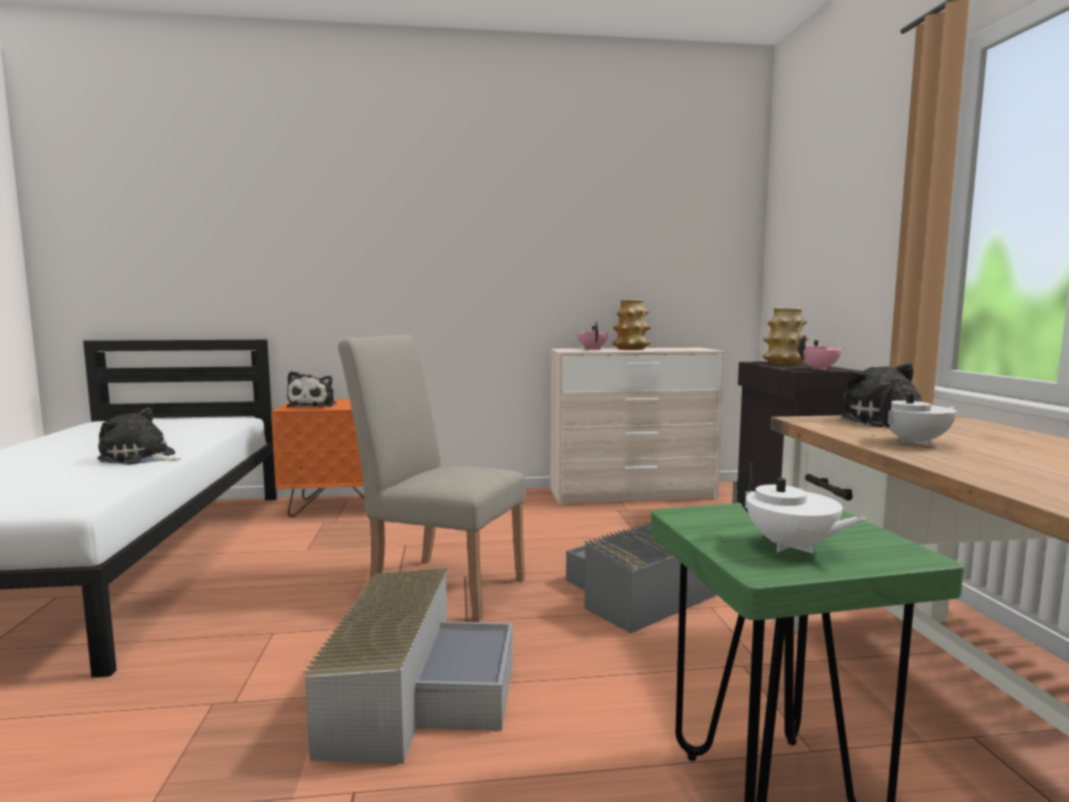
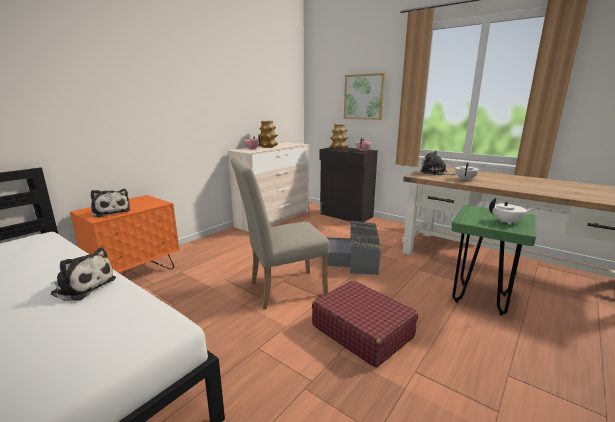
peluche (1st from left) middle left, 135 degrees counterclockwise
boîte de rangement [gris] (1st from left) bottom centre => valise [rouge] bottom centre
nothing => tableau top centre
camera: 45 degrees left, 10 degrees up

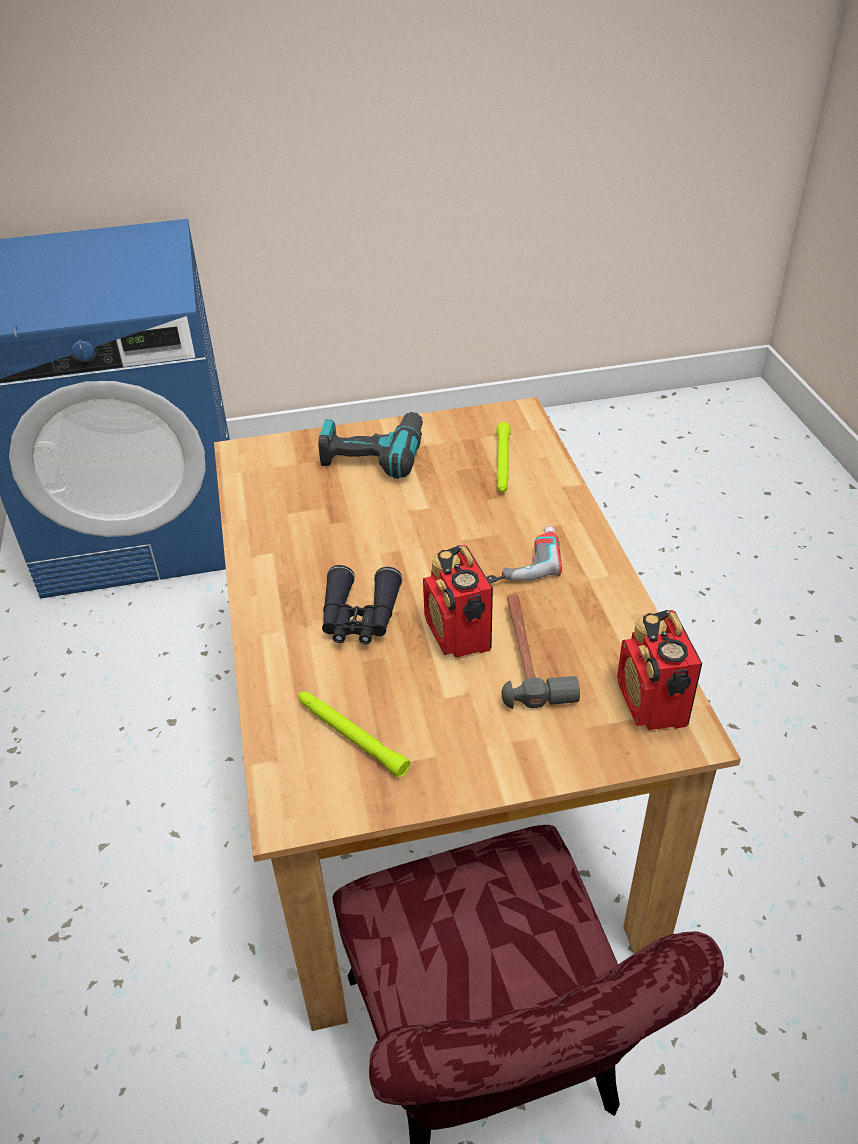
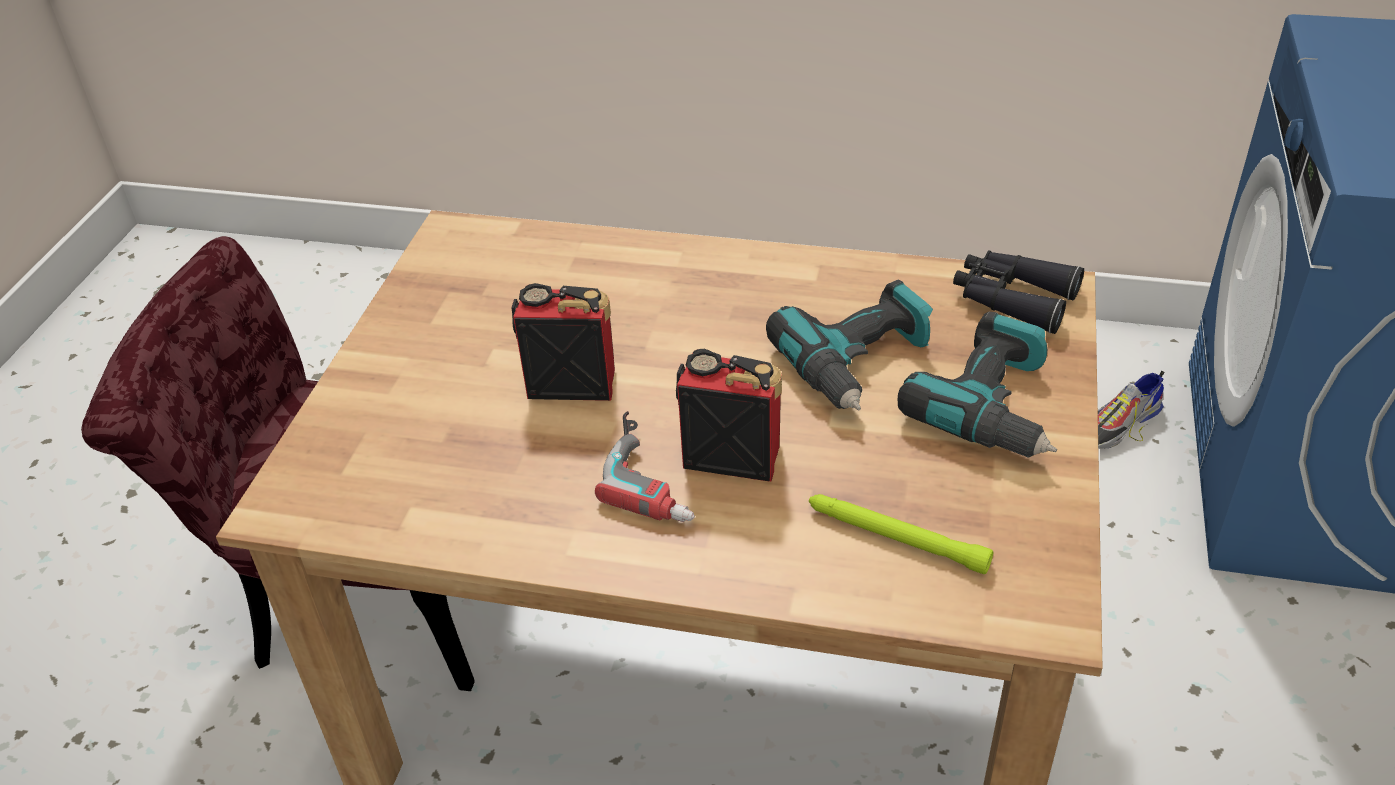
lampe de poche [vert] (1st from left) centre => nothing
jumelles [noir] centre => jumelles [noir] middle right, moved
marteau centre => nothing
radio (2nd from left) middle right => radio (2nd from left) centre, moved
nothing => perceuse (2nd from left) centre
nothing => chaussure middle right
camera: 115 degrees right, 0 degrees up

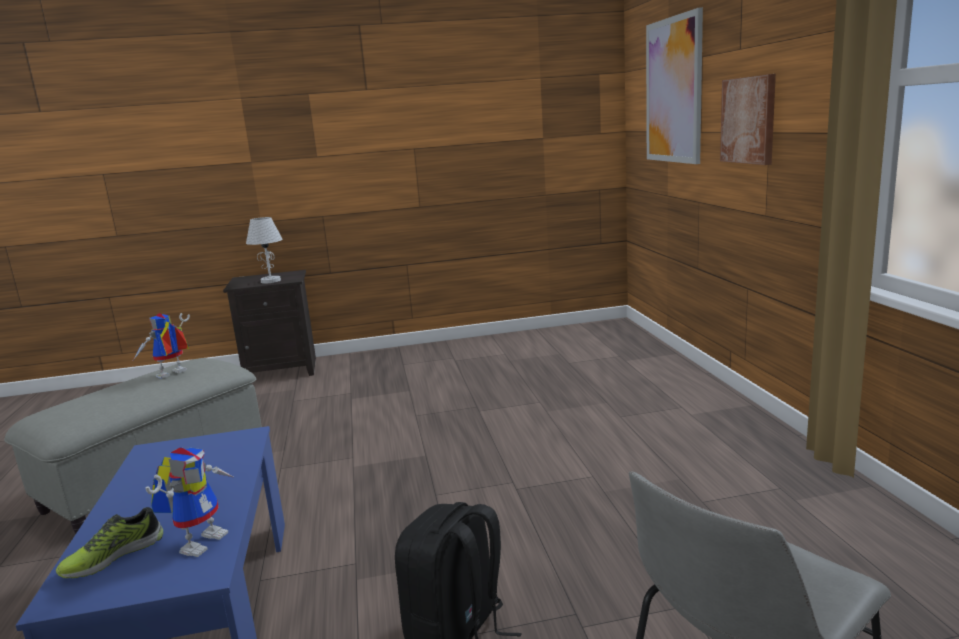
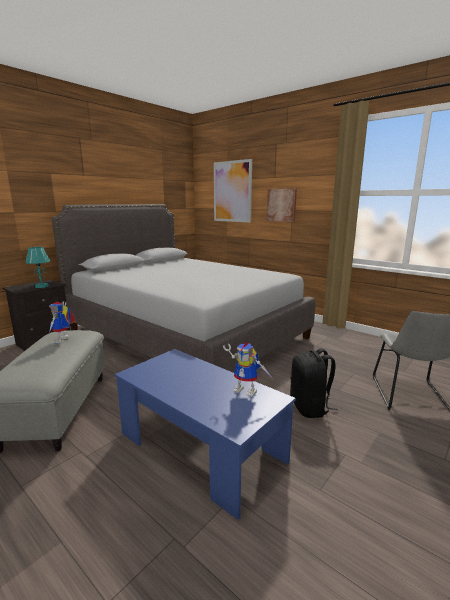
chaussure bottom left => nothing
robot jouet (2nd from left) bottom left => robot jouet (2nd from left) centre, 135 degrees clockwise
lampe de table [blanc] middle left => lampe de table [turquoise] middle left
nothing => lit [gris] centre
camera: 40 degrees left, 0 degrees up

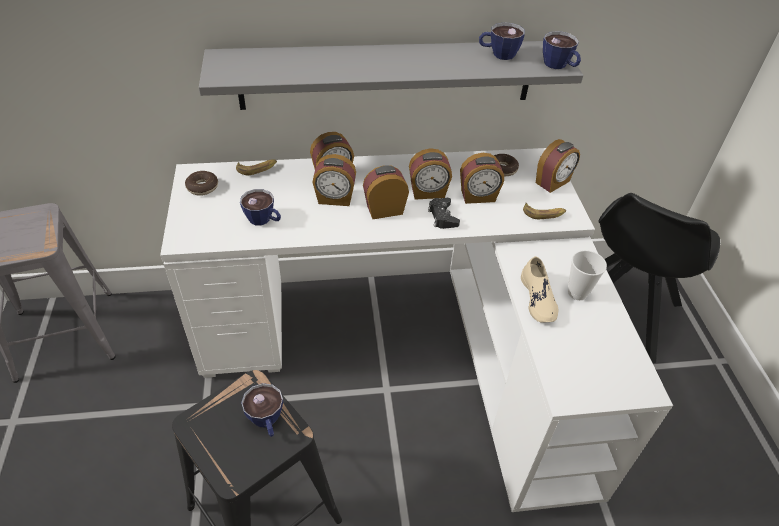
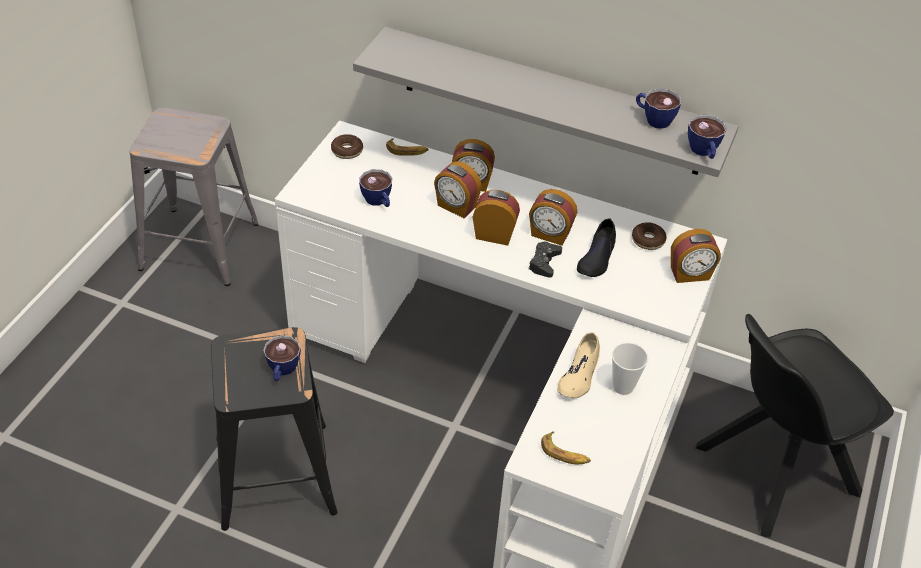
réveil (5th from left) centre => chaussure [noir] centre
banane (2nd from left) middle right => banane (2nd from left) bottom centre, moved
camera: 30 degrees right, 0 degrees up

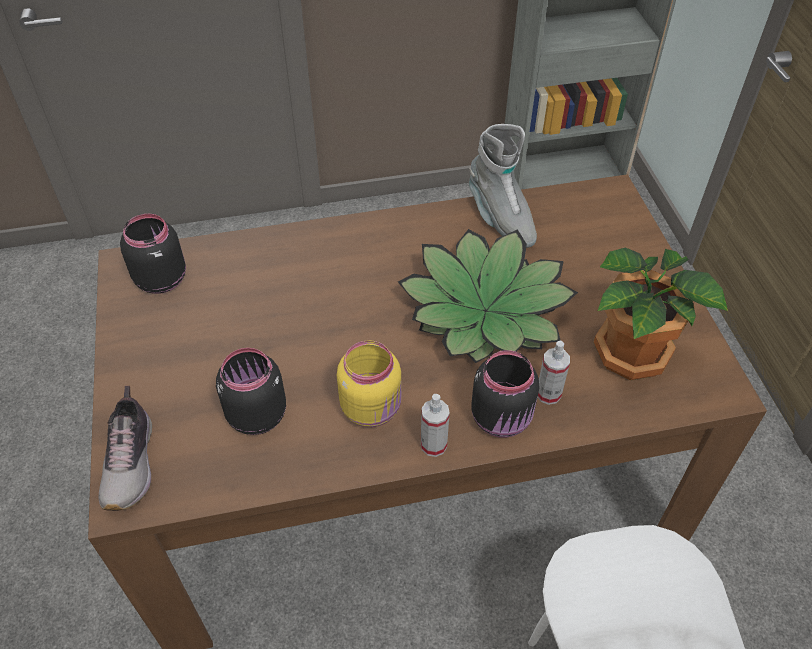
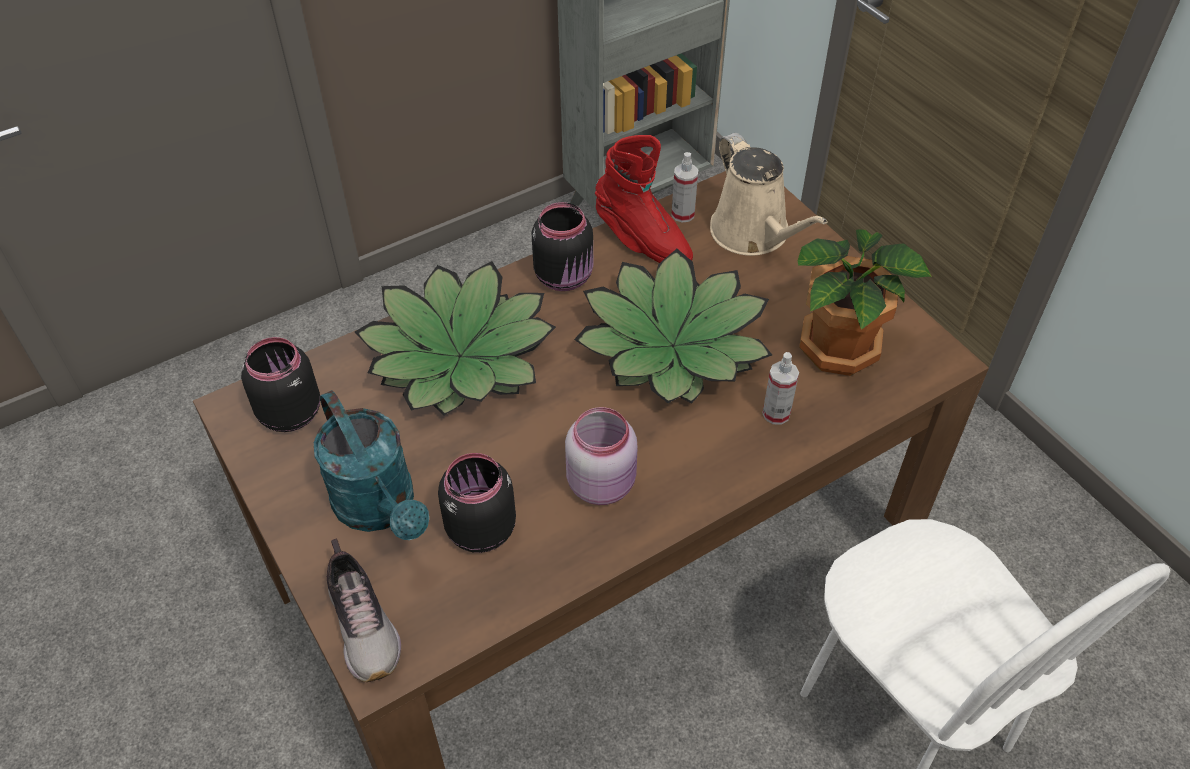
bocal [jaune] centre => bocal [rose] centre
vaporisateur (1st from left) centre => vaporisateur (1st from left) top centre, moved
botte [gris] top centre => botte [rouge] top centre
bocal [noir] (3rd from left) centre => bocal [noir] (3rd from left) top centre, moved
nothing => arrosoir [turquoise] middle left
nothing => plante en pot (1st from left) centre
nothing => arrosoir [beige] top centre
camera: 20 degrees left, 0 degrees up

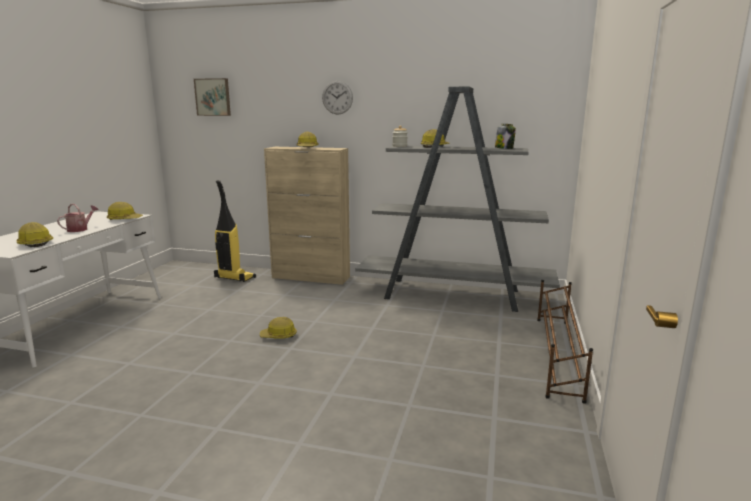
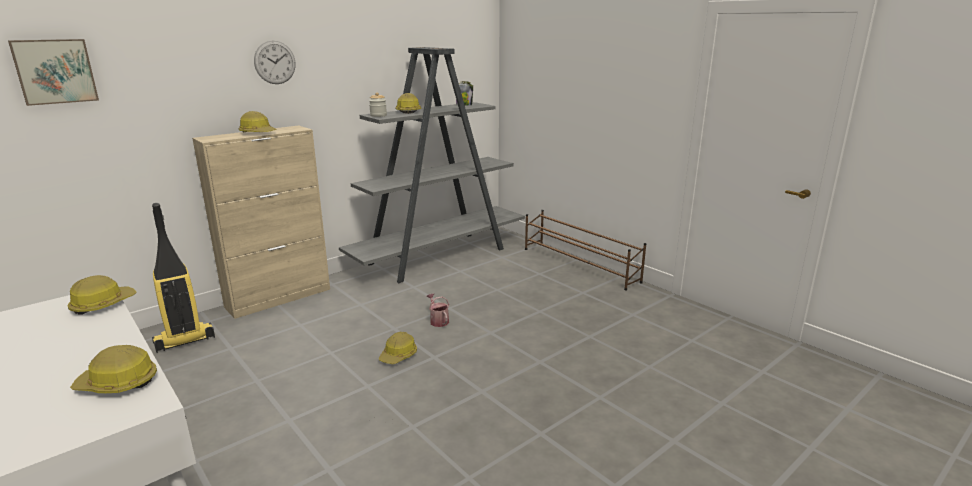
arrosoir middle left => arrosoir centre, moved
camera: 55 degrees left, 5 degrees up

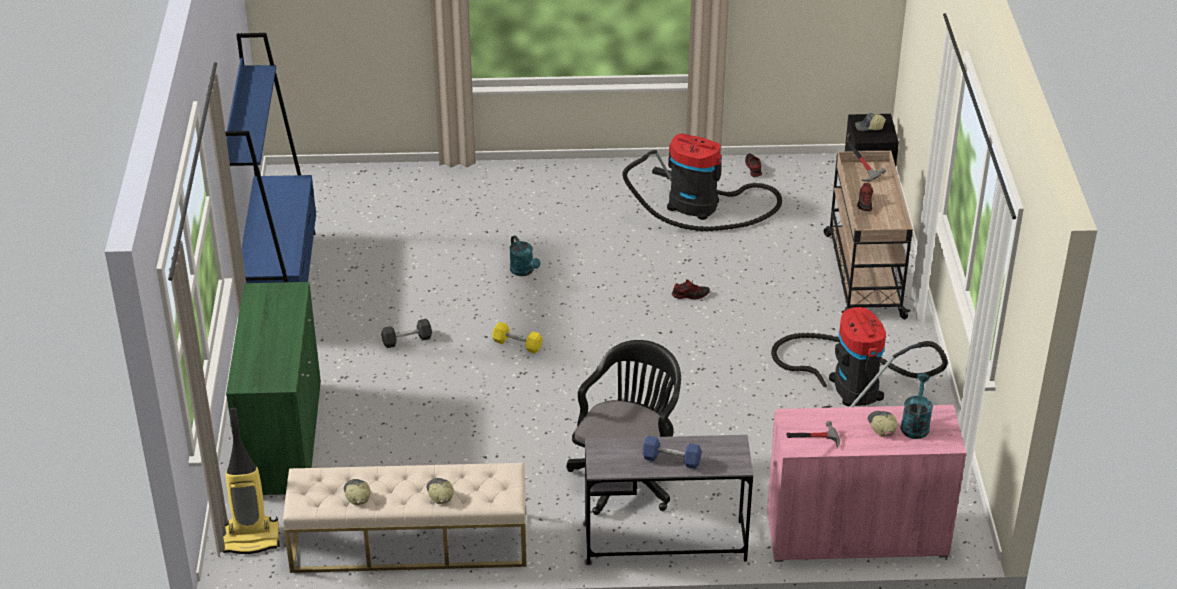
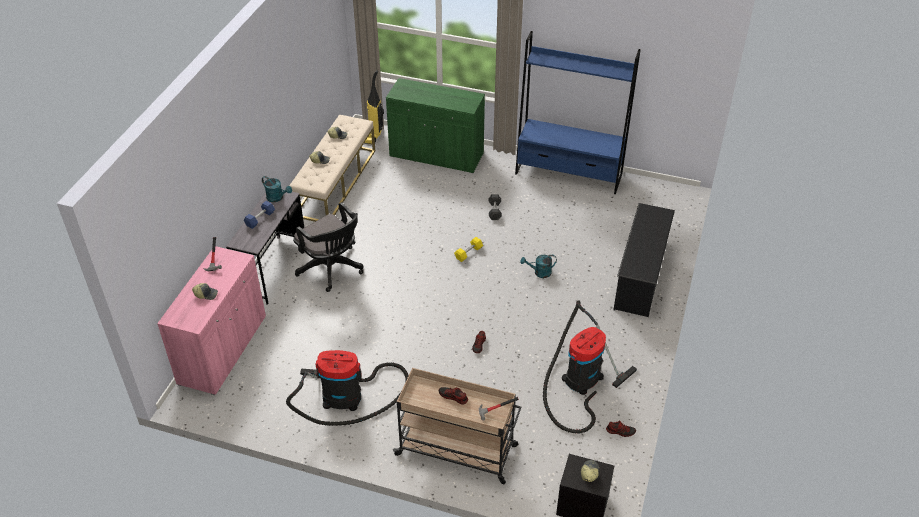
arrosoir [turquoise] (2nd from left in the first image) bottom right => arrosoir [turquoise] (1st from left) middle left, moved
nothing => étagère à chaussures [noir] middle right
camera: 110 degrees right, 5 degrees up

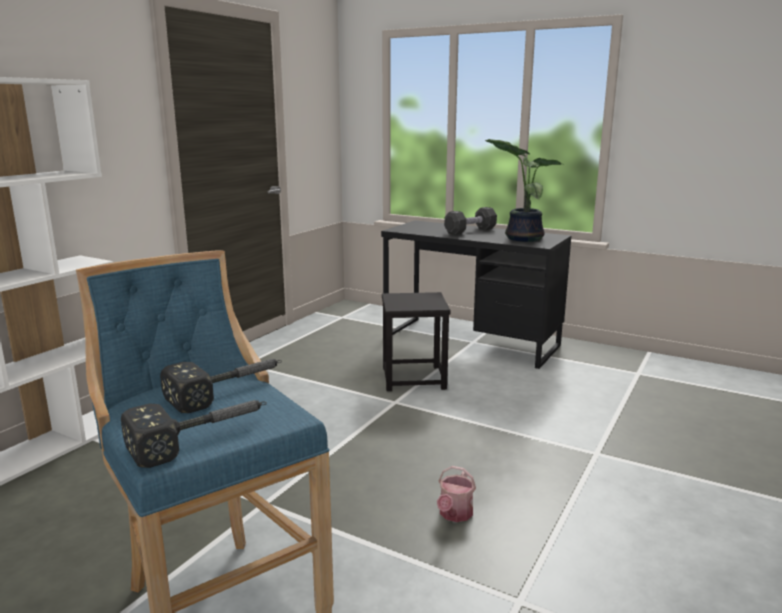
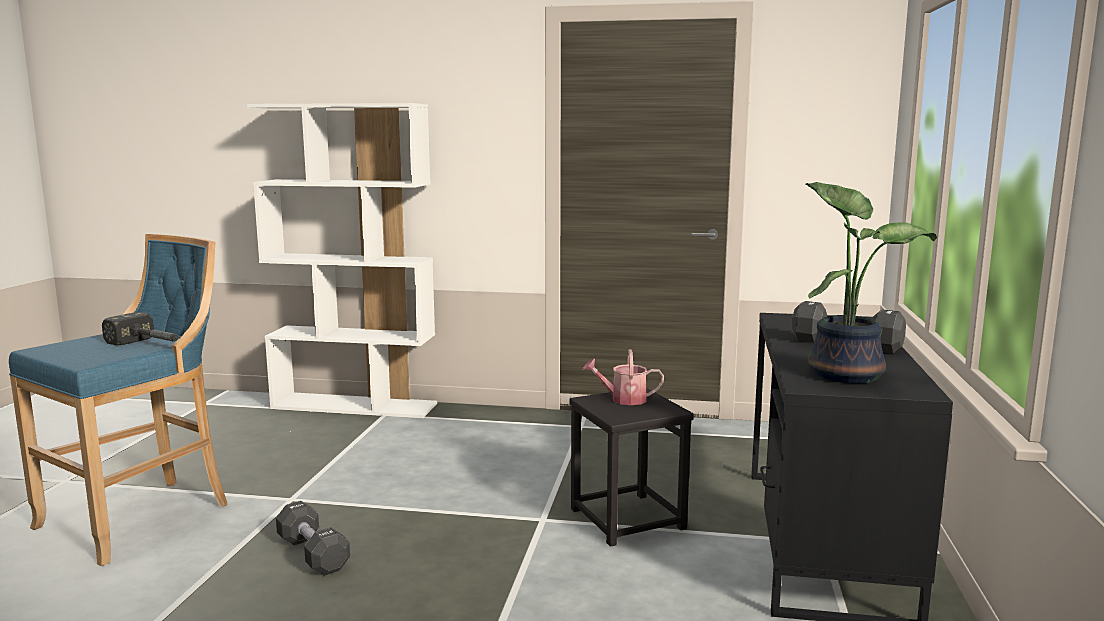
marteau (1st from left) bottom left => nothing
arrosoir bottom centre => arrosoir centre, moved
nothing => haltère [noir] (1st from left) bottom left
camera: 70 degrees right, 5 degrees down

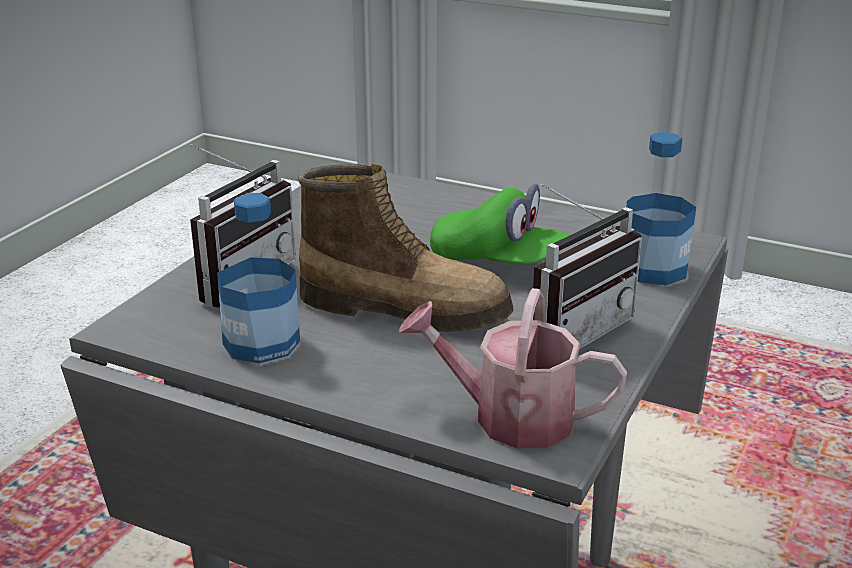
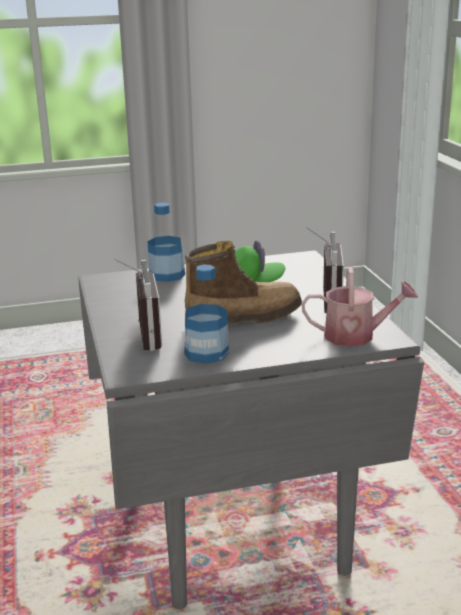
arrosoir centre => arrosoir middle right, 150 degrees counterclockwise
bouteille (2nd from left in the first image) middle right => bouteille (1st from left) centre, moved
camera: 40 degrees left, 5 degrees down

